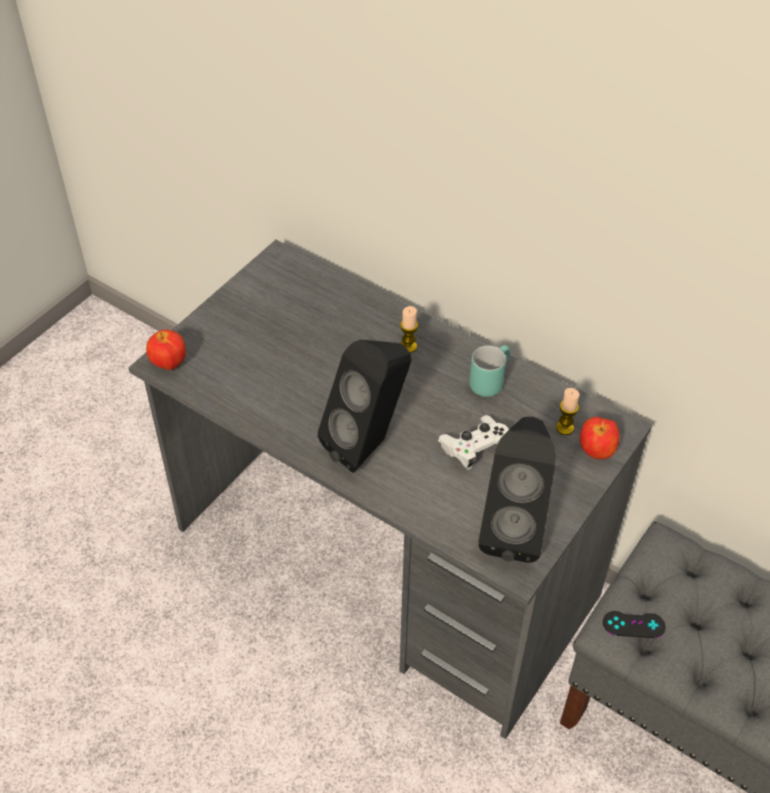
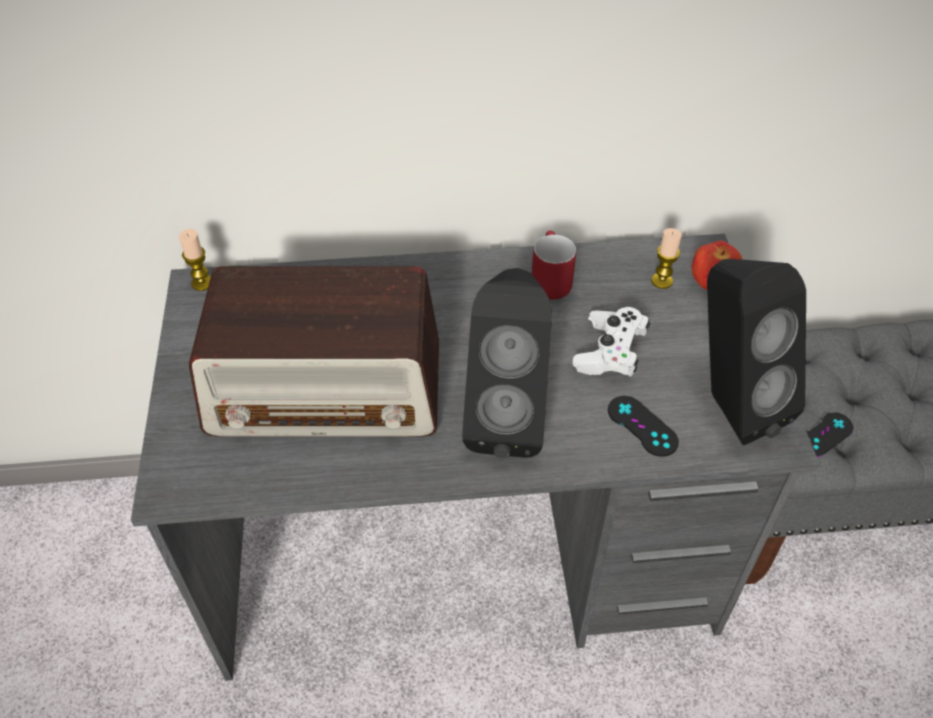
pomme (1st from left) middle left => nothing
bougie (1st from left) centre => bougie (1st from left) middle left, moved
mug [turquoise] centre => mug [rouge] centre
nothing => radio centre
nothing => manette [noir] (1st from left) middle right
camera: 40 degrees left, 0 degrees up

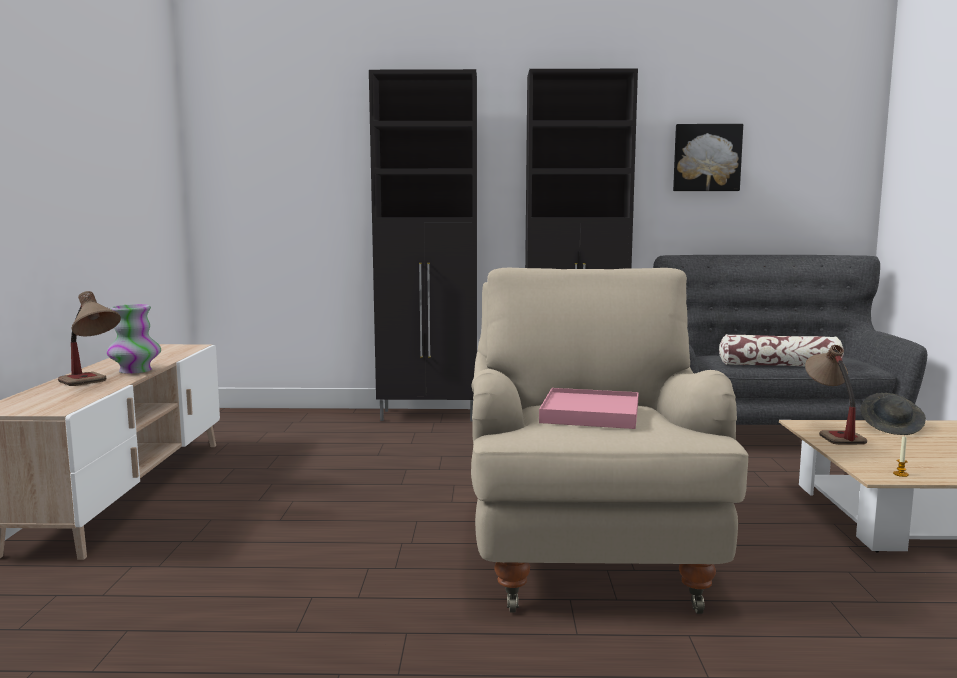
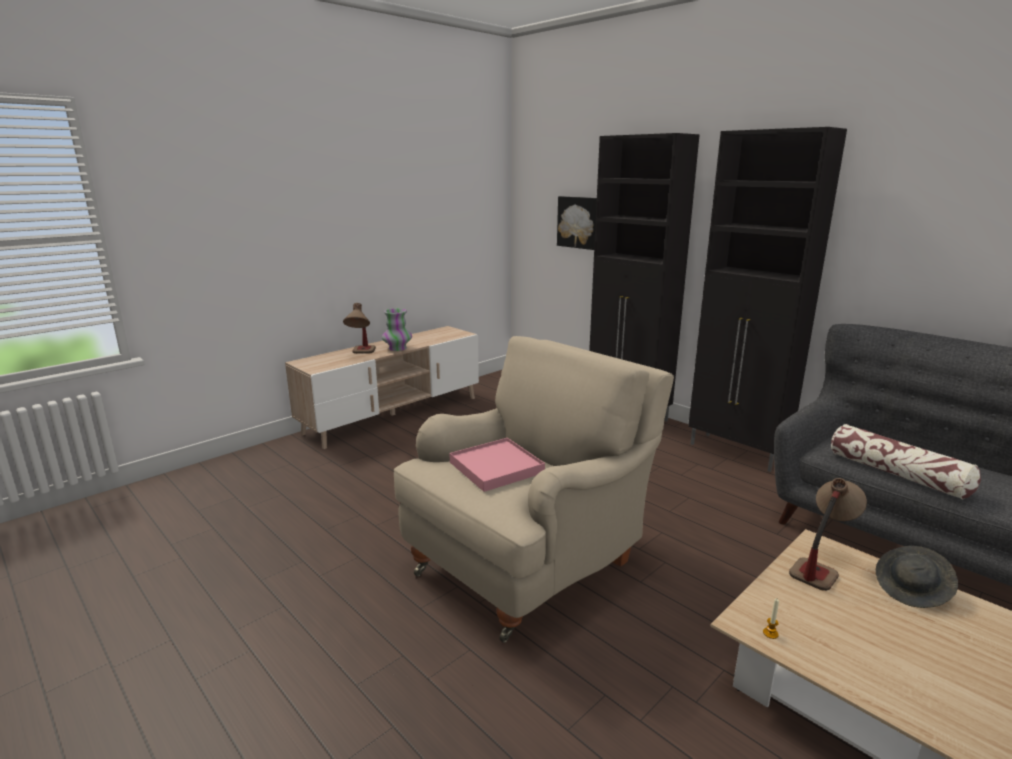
tableau top right => tableau top centre, moved
camera: 45 degrees right, 10 degrees up

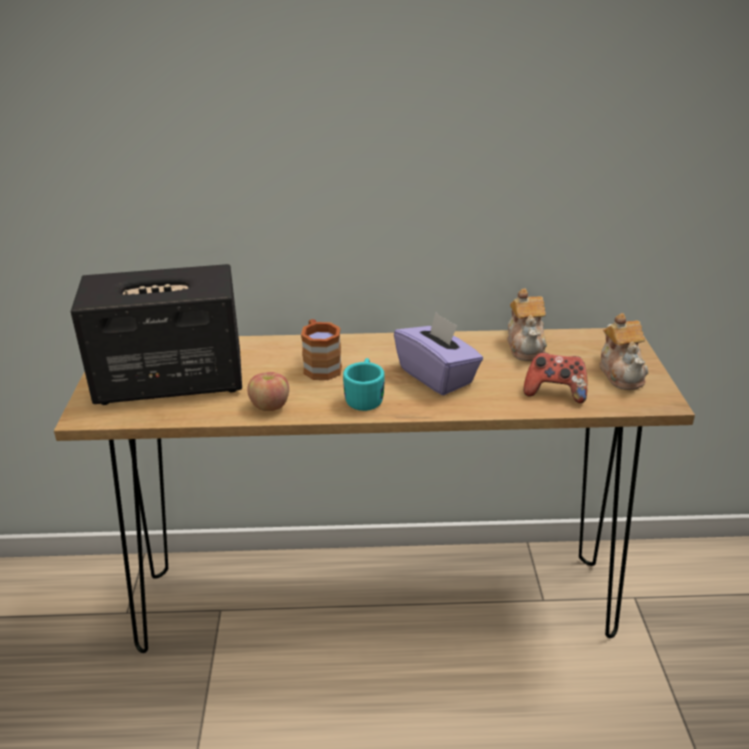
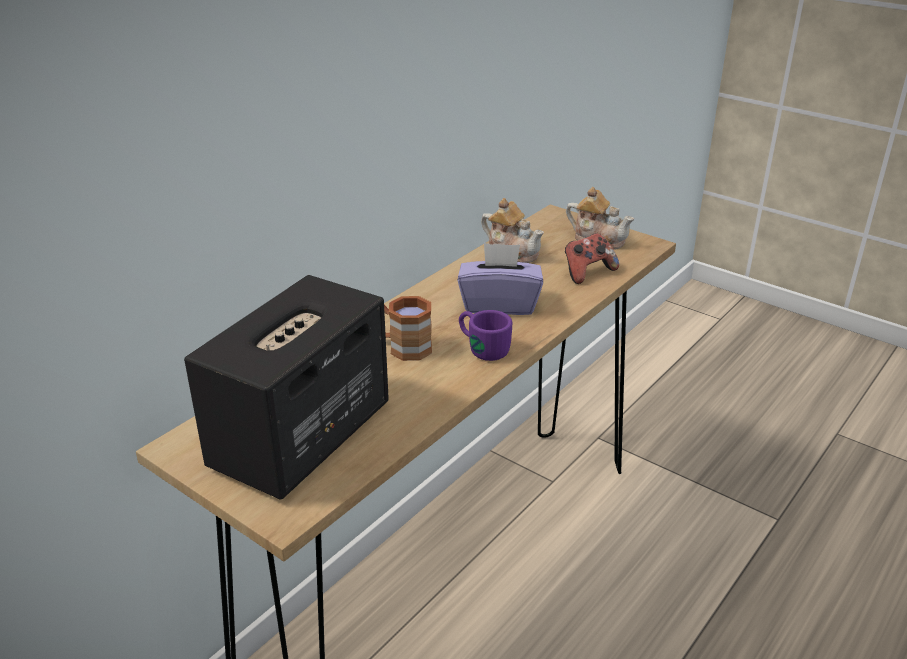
pomme centre => nothing
mug [turquoise] centre => mug [violet] centre
camera: 50 degrees left, 0 degrees up

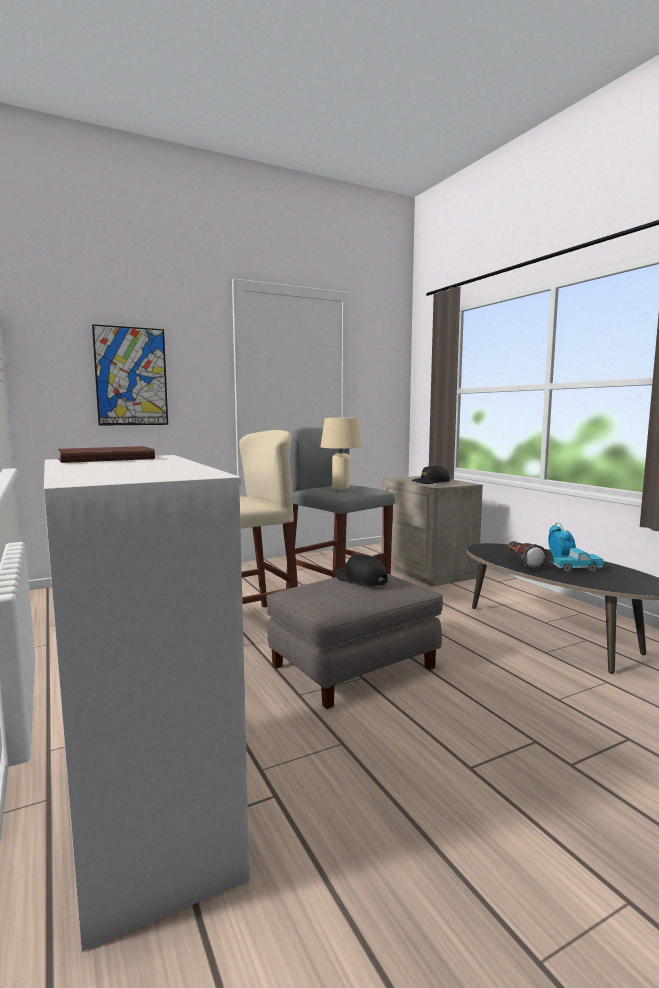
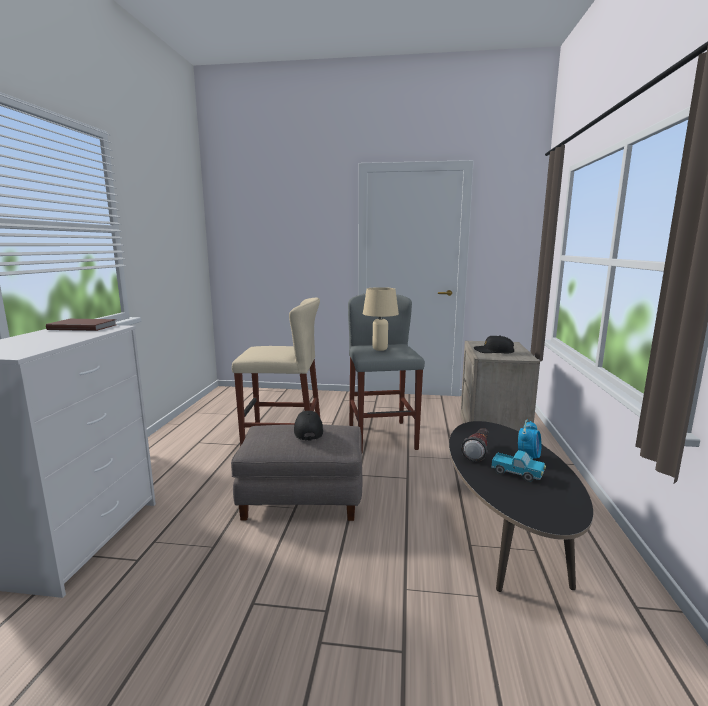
tableau middle left => nothing
camera: 35 degrees right, 5 degrees up

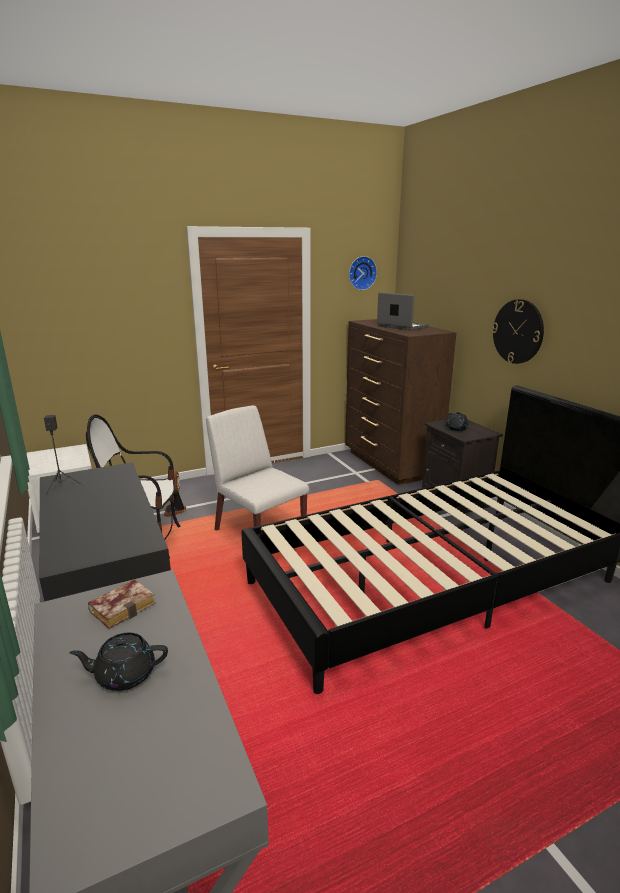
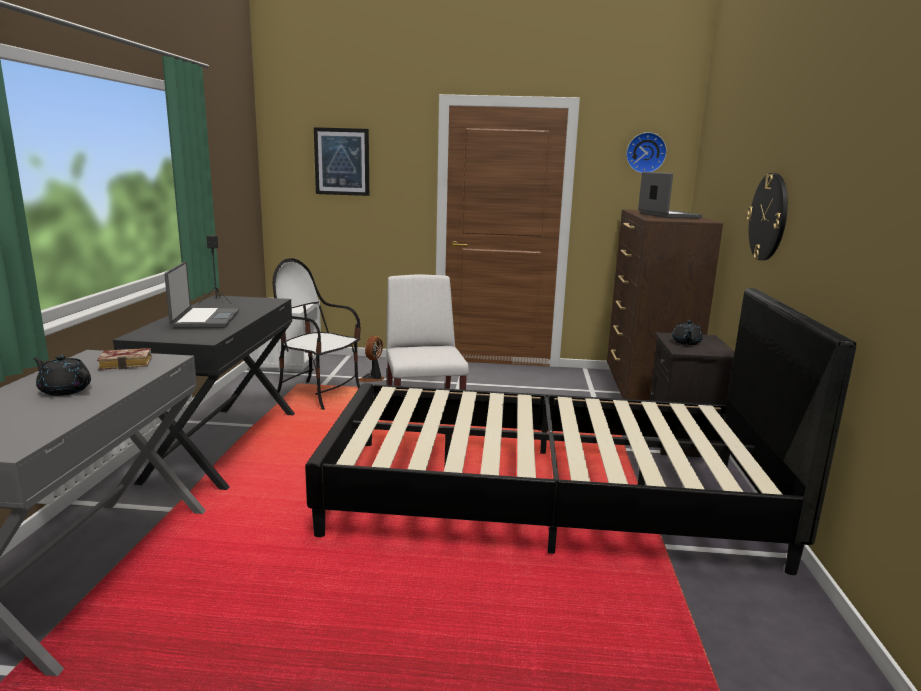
nothing => ordinateur portable (1st from left) middle left
nothing => tableau top centre
camera: 30 degrees right, 5 degrees down

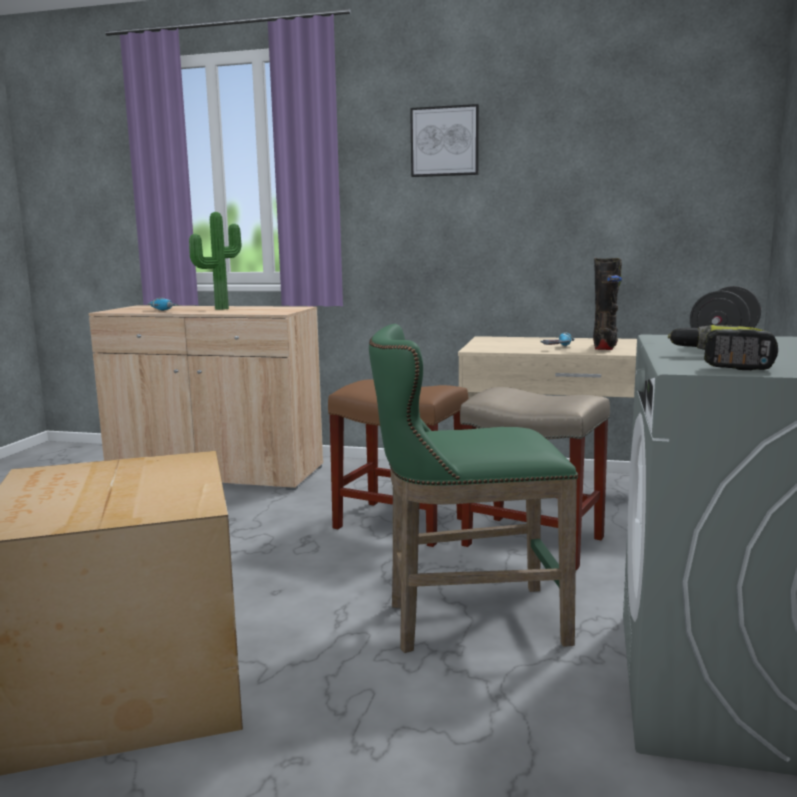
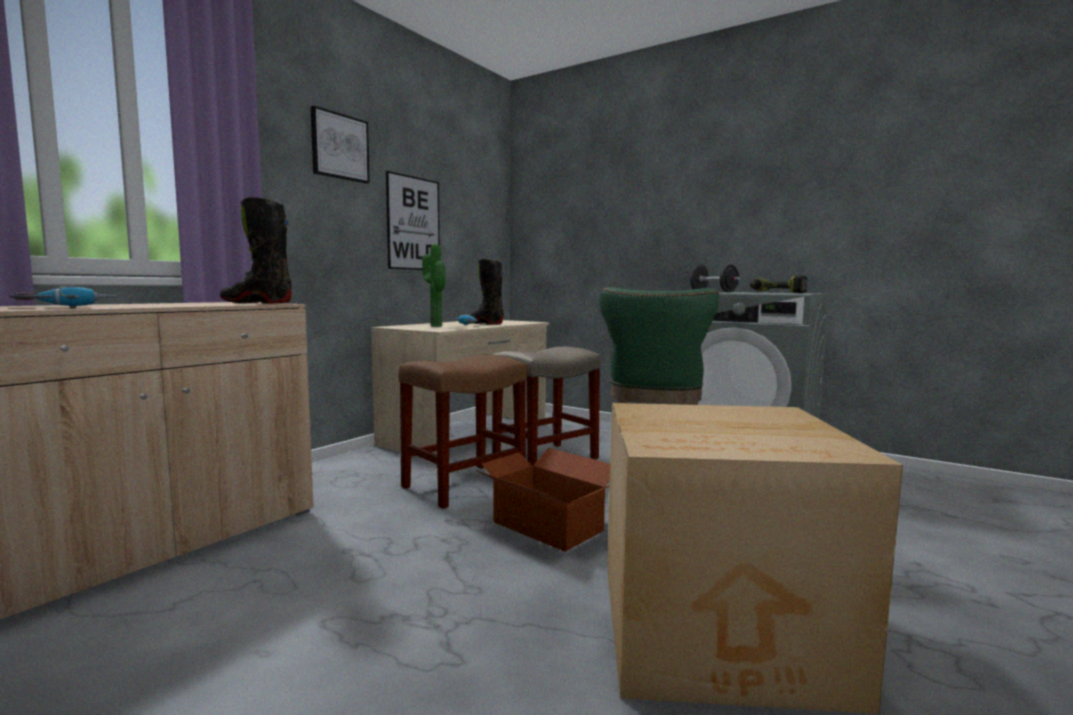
plante en pot top left => plante en pot centre, moved
nothing => botte [noir] (1st from left) middle left
nothing => tableau (2nd from left) top centre
nothing => carton (1st from left) bottom centre
camera: 70 degrees left, 5 degrees down

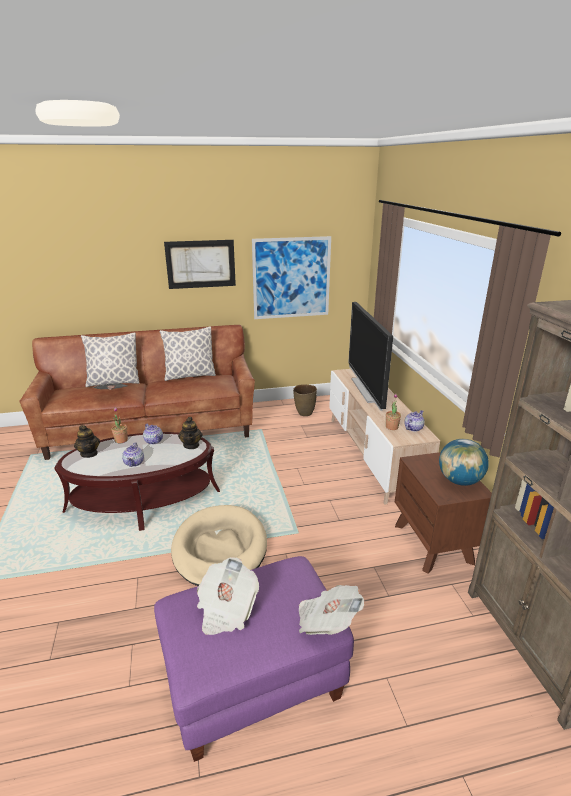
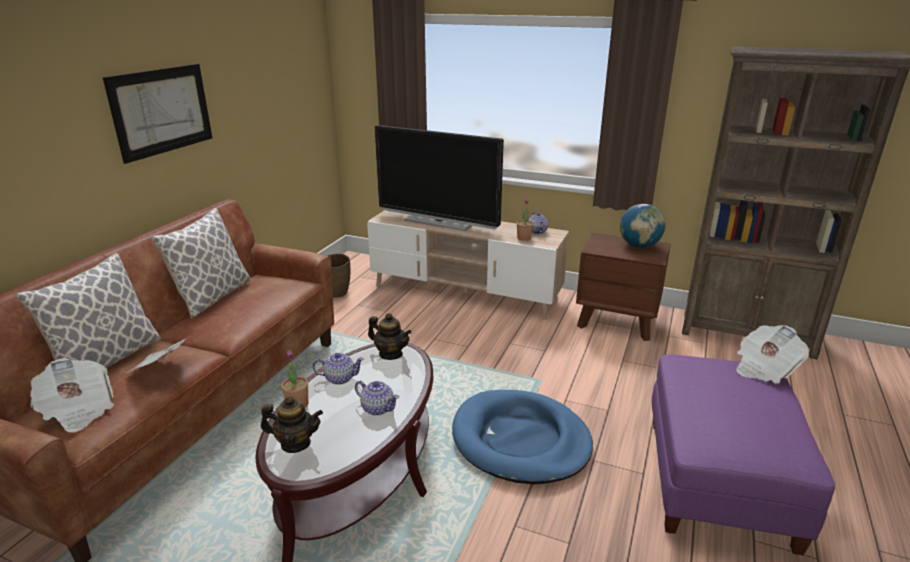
panier pour chien [beige] bottom centre => panier pour chien [bleu] bottom centre
journal (2nd from left in the first image) bottom centre => journal (1st from left) bottom left, moved
tableau (2nd from left) centre => nothing
camera: 55 degrees left, 0 degrees up

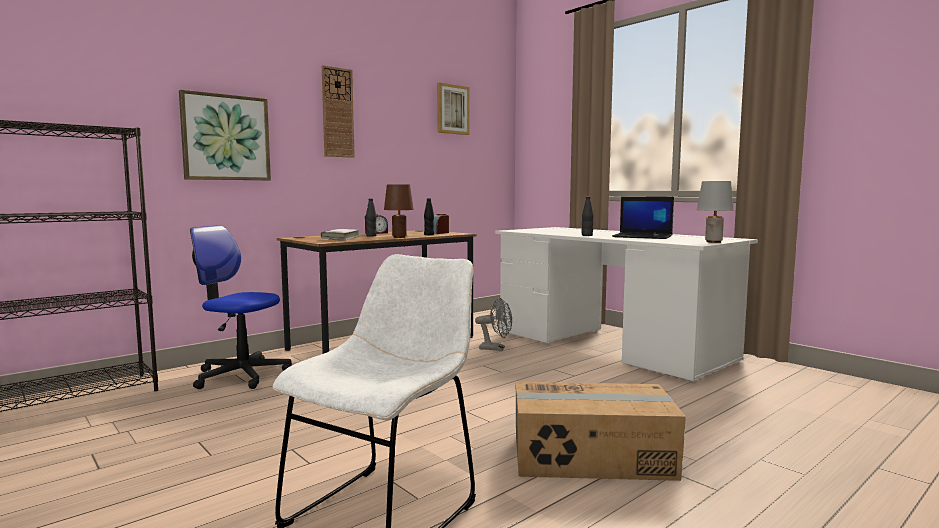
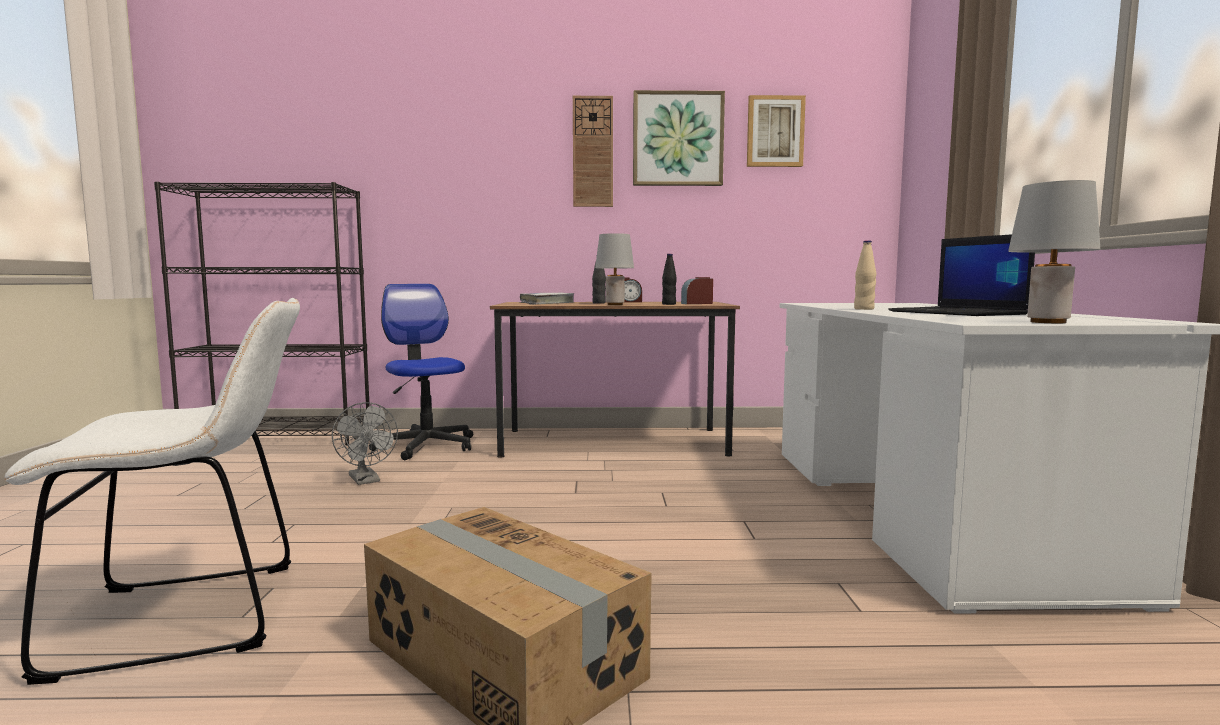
tableau (1st from left) top left => tableau (1st from left) top centre, moved
lampe de table [marron] centre => lampe de table [gris] (1st from left) centre
ventilateur [gris] centre => ventilateur [gris] middle left, moved
bouteille [noir] (3rd from left) centre => bouteille [beige] middle right
camera: 40 degrees right, 0 degrees up

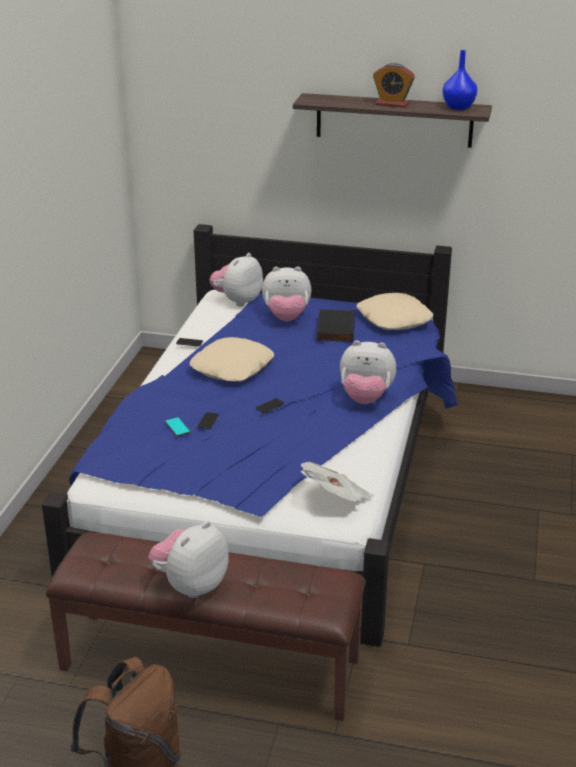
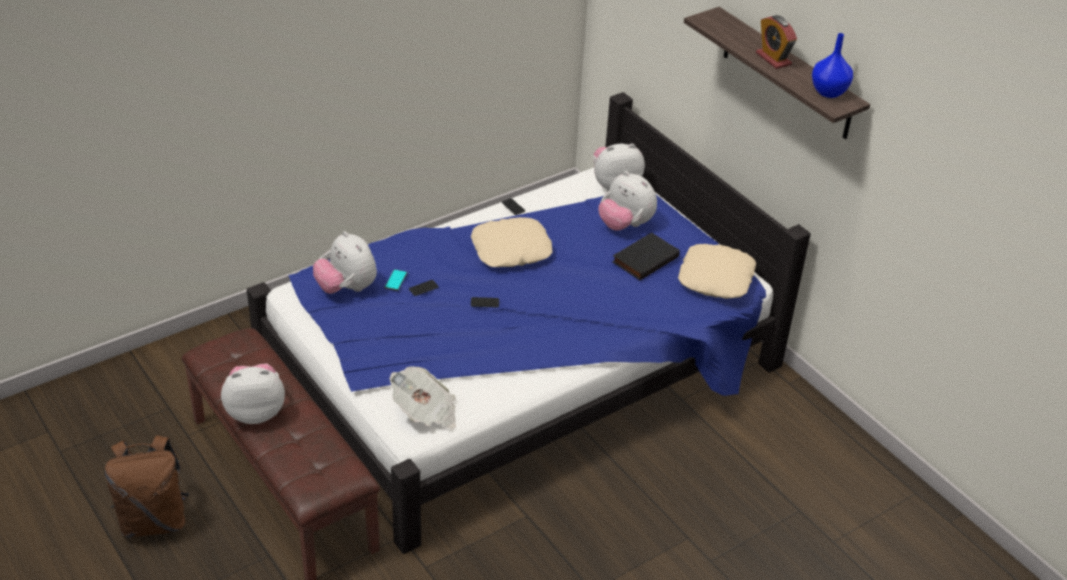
peluche (4th from left in the first image) centre => peluche (2nd from left) middle left, moved
camera: 40 degrees right, 10 degrees up

